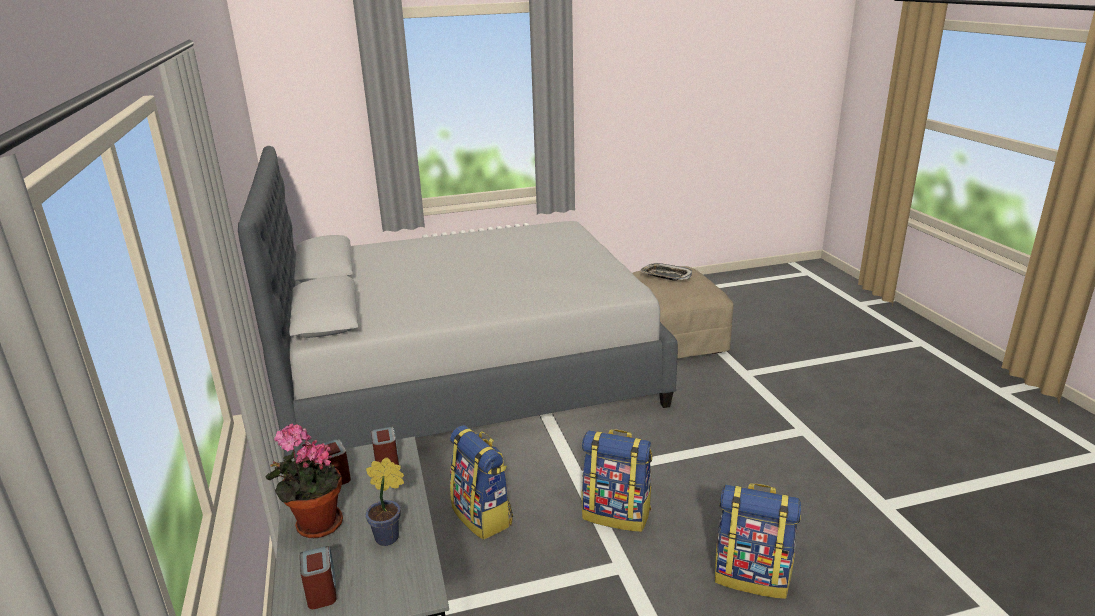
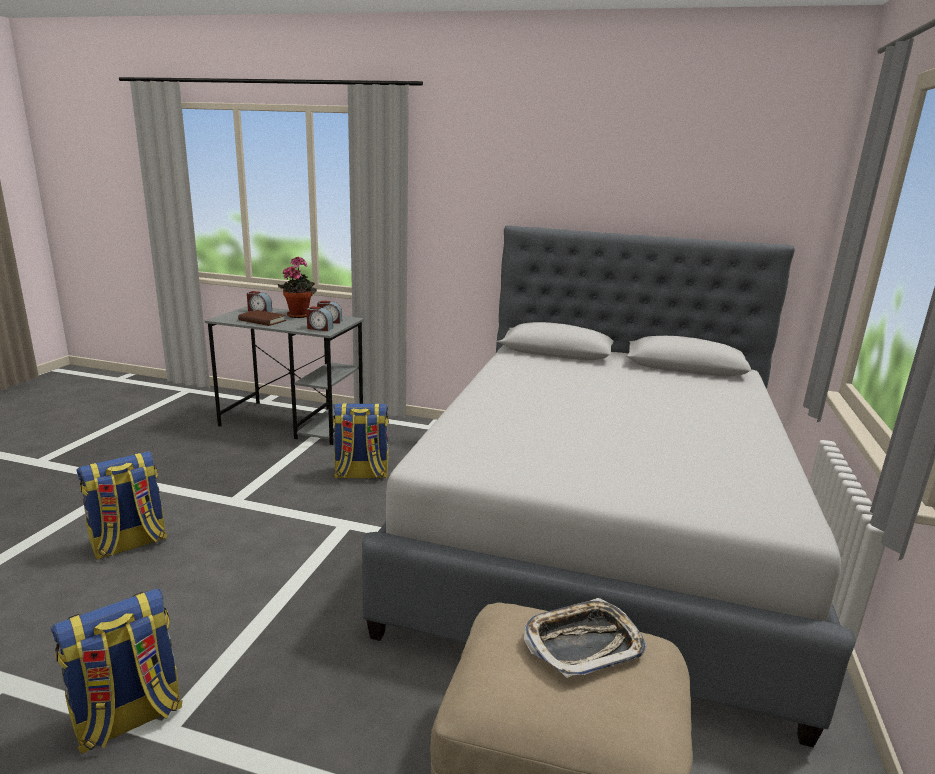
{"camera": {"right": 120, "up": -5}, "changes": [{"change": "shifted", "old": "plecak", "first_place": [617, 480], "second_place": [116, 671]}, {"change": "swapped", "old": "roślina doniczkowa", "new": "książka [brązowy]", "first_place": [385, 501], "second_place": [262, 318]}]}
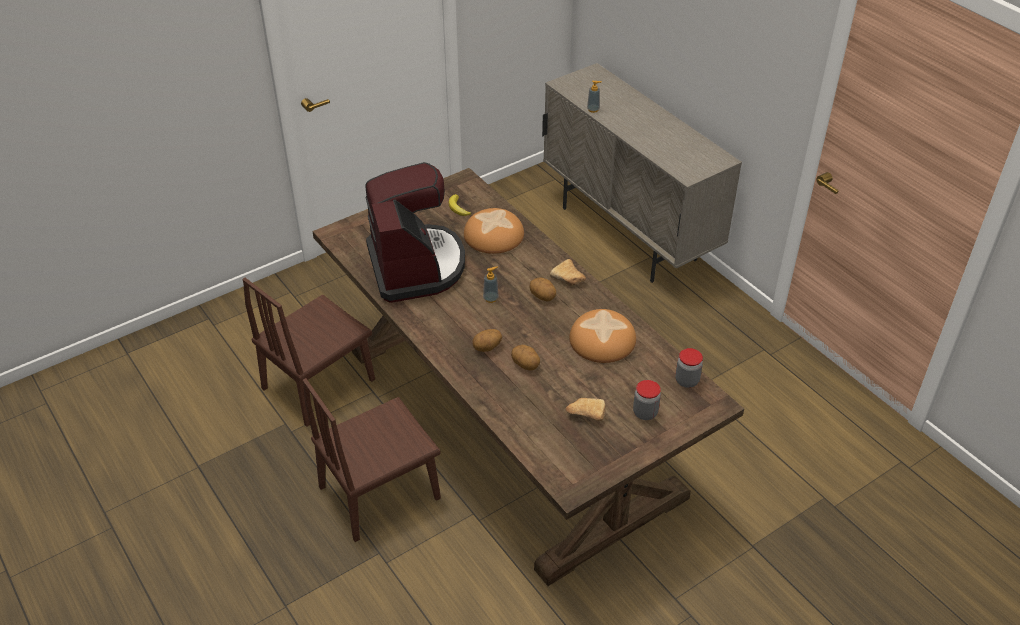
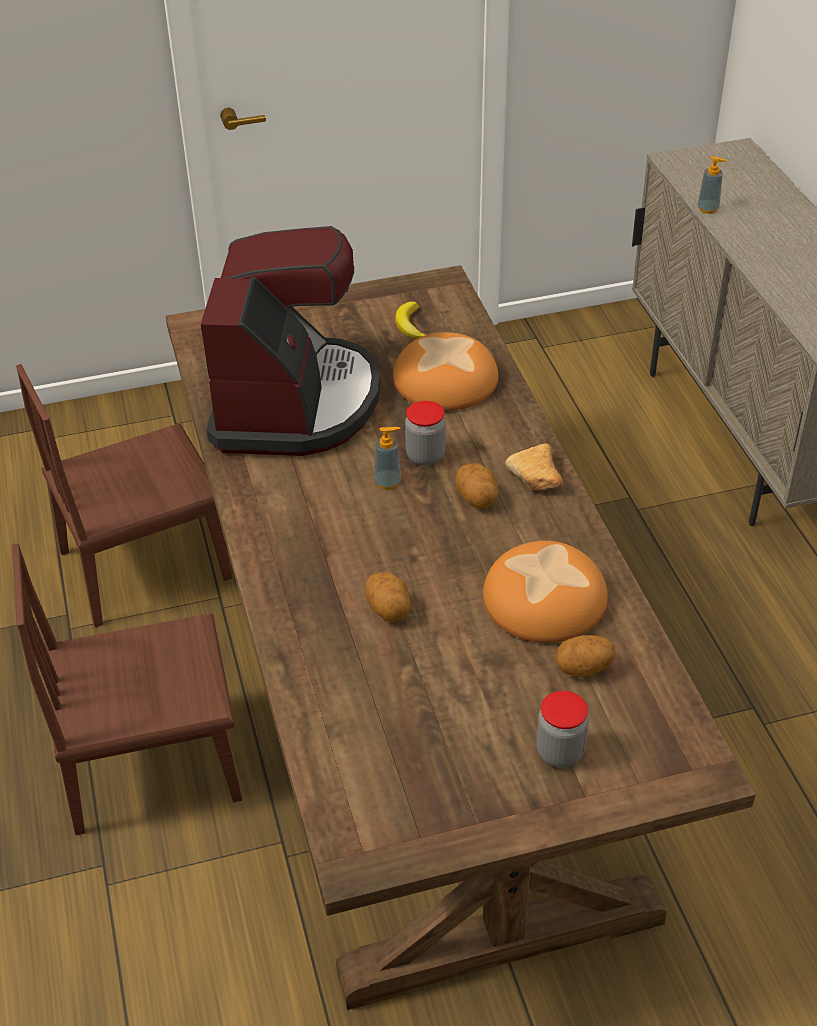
{"camera": {"right": 20, "up": 0}, "changes": [{"change": "shifted", "old": "ziemniak", "first_place": [487, 340], "second_place": [585, 656]}, {"change": "shifted", "old": "słoik", "first_place": [689, 368], "second_place": [425, 433]}, {"change": "gone", "old": "chleb", "first_place": [586, 409]}]}
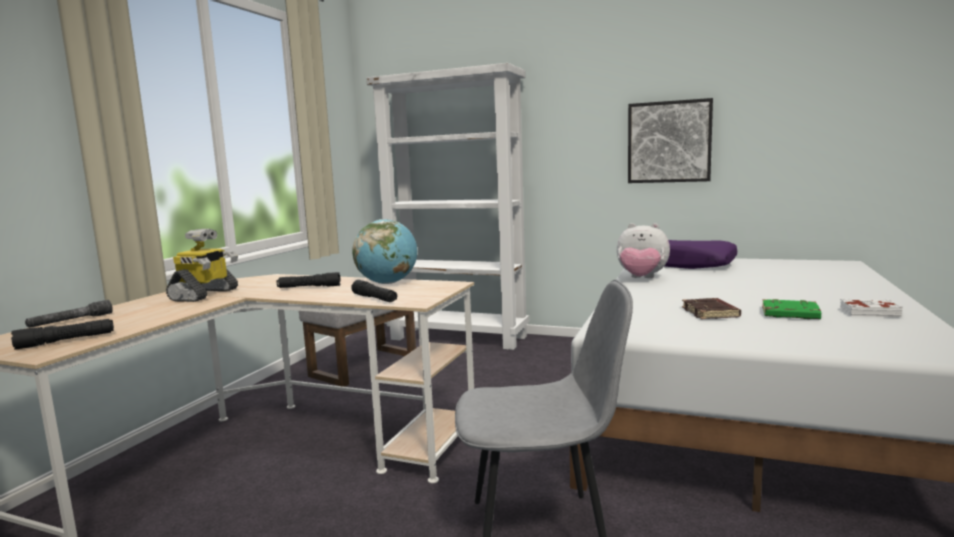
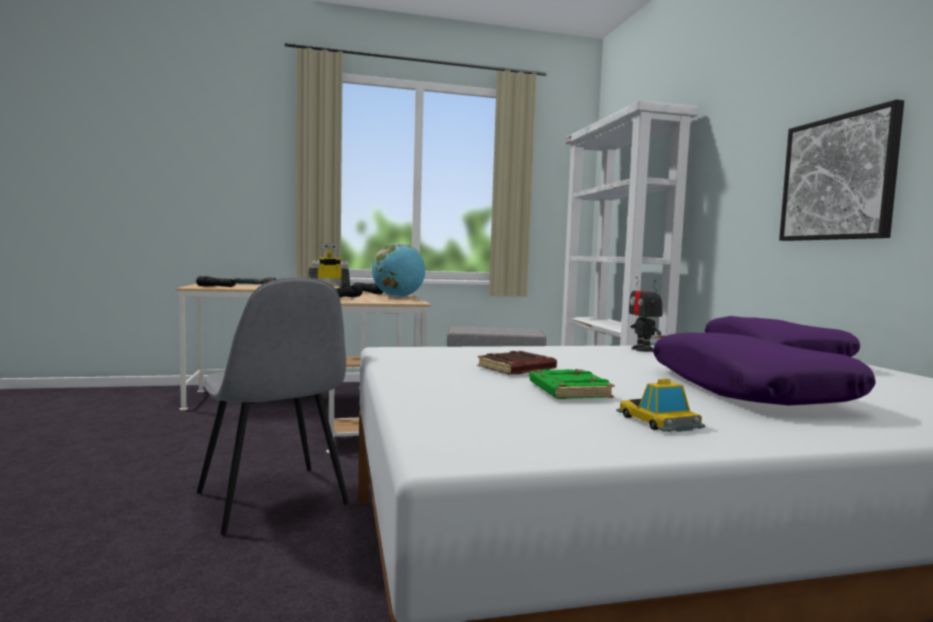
{"camera": {"right": 55, "up": -5}, "changes": [{"change": "swapped", "old": "pluszak", "new": "robot zabawkowy", "first_place": [643, 250], "second_place": [645, 314]}, {"change": "swapped", "old": "książka [biały]", "new": "samochodzik", "first_place": [871, 308], "second_place": [660, 405]}, {"change": "new", "new": "poduszka [fioletowy]", "second_place": [764, 369]}]}
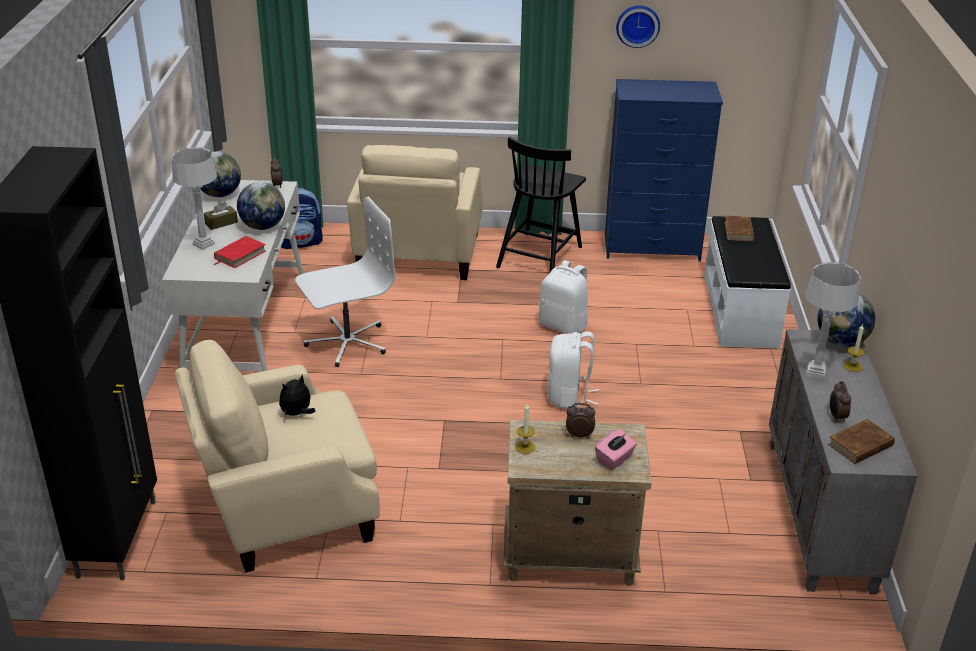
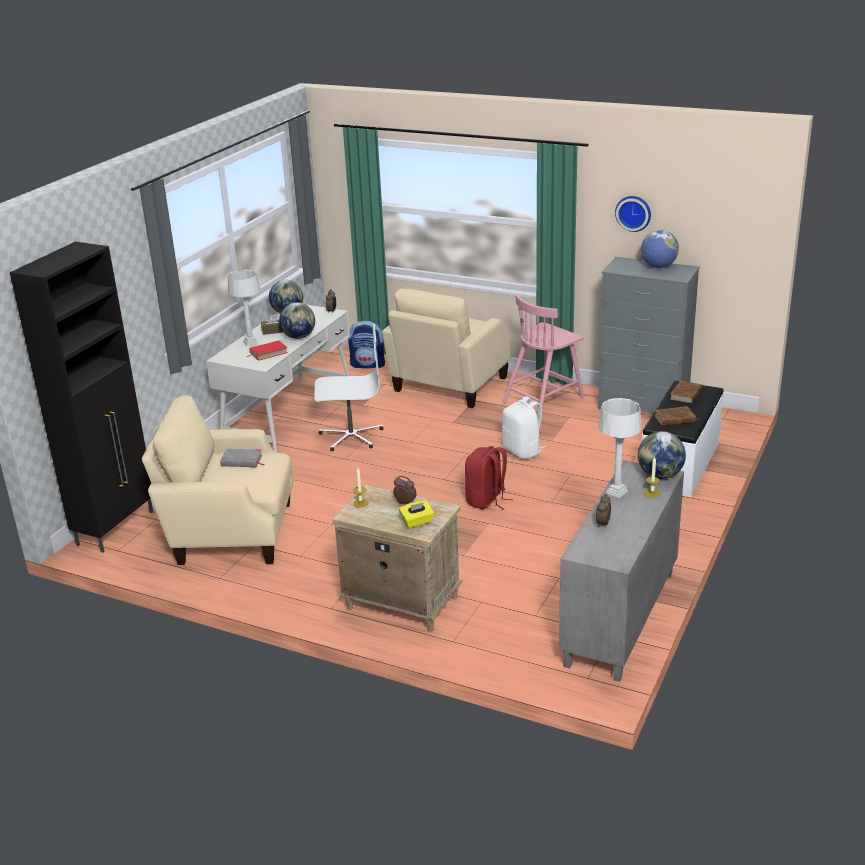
{"camera": {"right": 25, "up": -5}, "changes": [{"change": "repainted", "old": "komoda [niebieski]", "new": "komoda [szary]", "first_place": [664, 170], "second_place": [649, 335]}, {"change": "repainted", "old": "krzesło [czarny]", "new": "krzesło [różowy]", "first_place": [541, 205], "second_place": [543, 351]}, {"change": "repainted", "old": "plecak [biały]", "new": "plecak [czerwony]", "first_place": [573, 370], "second_place": [489, 478]}, {"change": "swapped", "old": "pluszak", "new": "książka [szary]", "first_place": [297, 395], "second_place": [242, 458]}, {"change": "shifted", "old": "książka [brązowy]", "first_place": [861, 441], "second_place": [676, 416]}, {"change": "repainted", "old": "pudełko chusteczek [różowy]", "new": "pudełko chusteczek [żółty]", "first_place": [616, 449], "second_place": [416, 514]}, {"change": "new", "new": "globus", "second_place": [660, 249]}]}
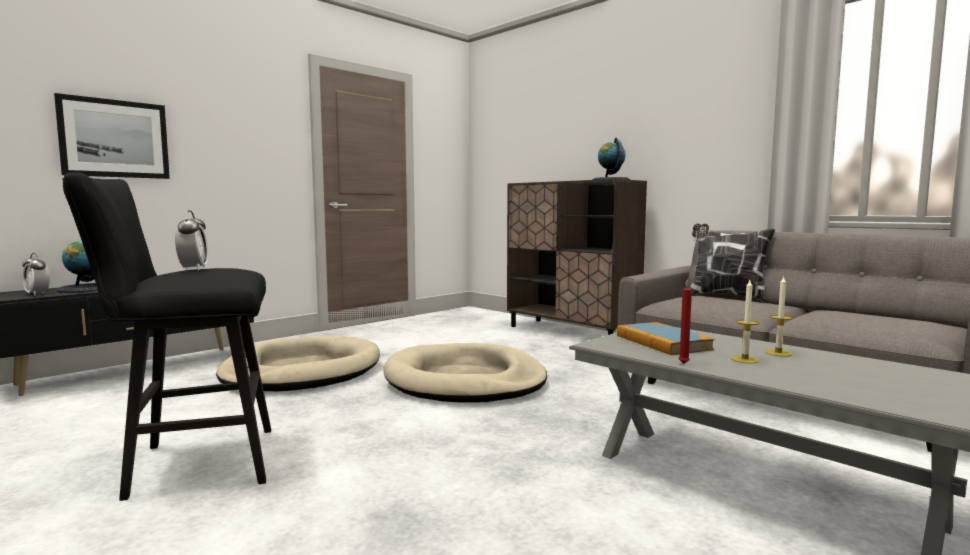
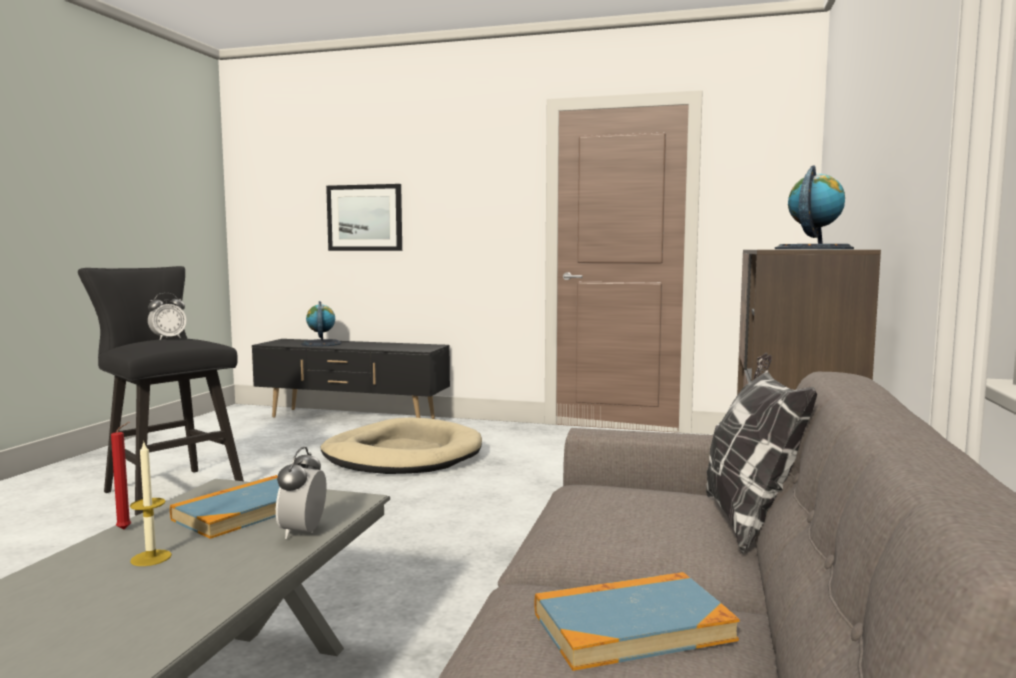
{"camera": {"right": 60, "up": 0}, "changes": [{"change": "shifted", "old": "budzik", "first_place": [36, 274], "second_place": [301, 493]}, {"change": "gone", "old": "świeca", "first_place": [778, 316]}, {"change": "gone", "old": "legowisko [beżowy]", "first_place": [465, 373]}, {"change": "new", "new": "książka", "second_place": [637, 621]}]}
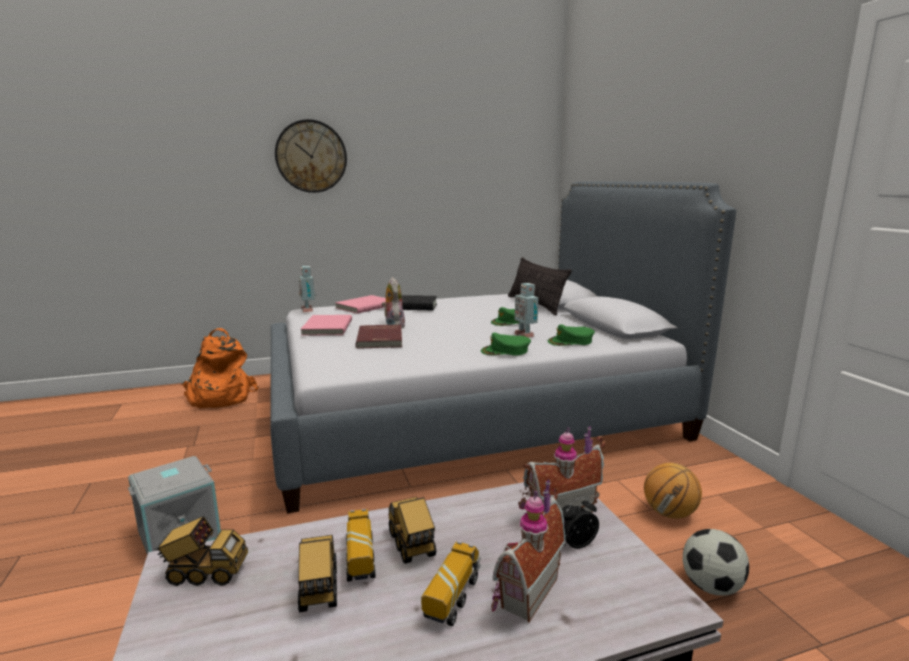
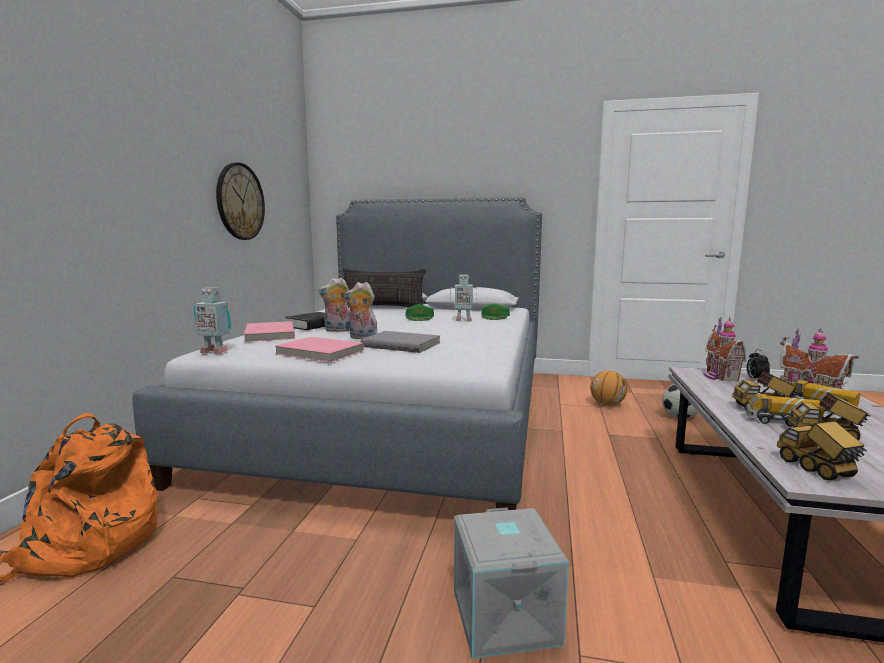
{"camera": {"right": -60, "up": -5}, "changes": [{"change": "shifted", "old": "zegar ścienny", "first_place": [311, 156], "second_place": [240, 201]}, {"change": "repainted", "old": "książka [czerwony]", "new": "książka [szary]", "first_place": [379, 336], "second_place": [400, 342]}, {"change": "gone", "old": "czapka z daszkiem [zielony]", "first_place": [506, 344]}, {"change": "rotated", "old": "ciężarówka zabawkowa", "first_place": [201, 551], "second_place": [822, 450], "degrees": -45}, {"change": "new", "new": "pluszak", "second_place": [334, 305]}]}
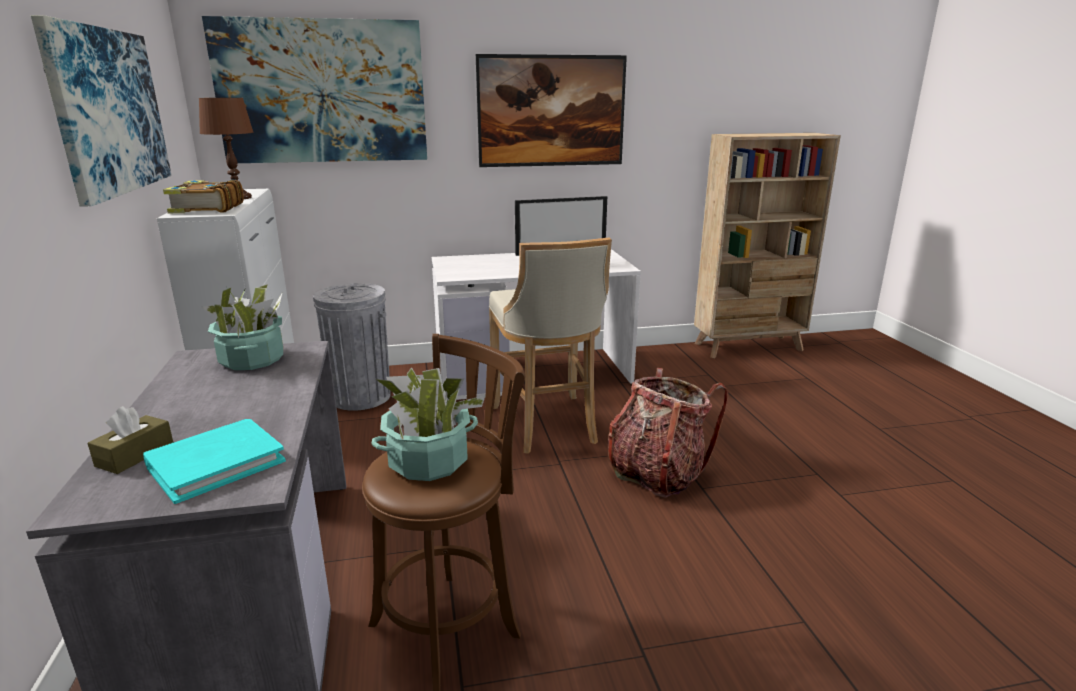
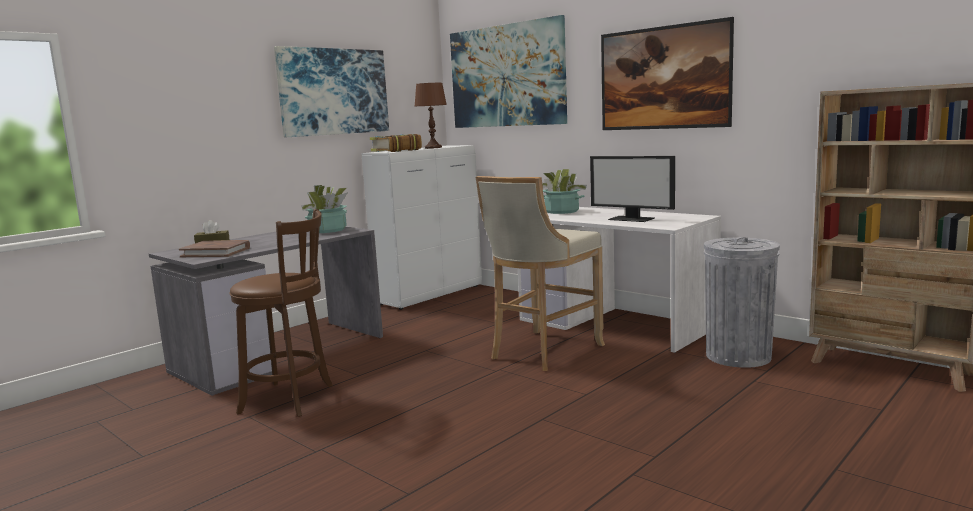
{"camera": {"right": 55, "up": -10}, "changes": [{"change": "shifted", "old": "kosz na śmieci [szary]", "first_place": [352, 347], "second_place": [742, 302]}, {"change": "shifted", "old": "roślina doniczkowa", "first_place": [428, 424], "second_place": [564, 191]}, {"change": "gone", "old": "plecak", "first_place": [668, 433]}, {"change": "repainted", "old": "książka [turkusowy]", "new": "książka [brązowy]", "first_place": [214, 461], "second_place": [214, 248]}]}
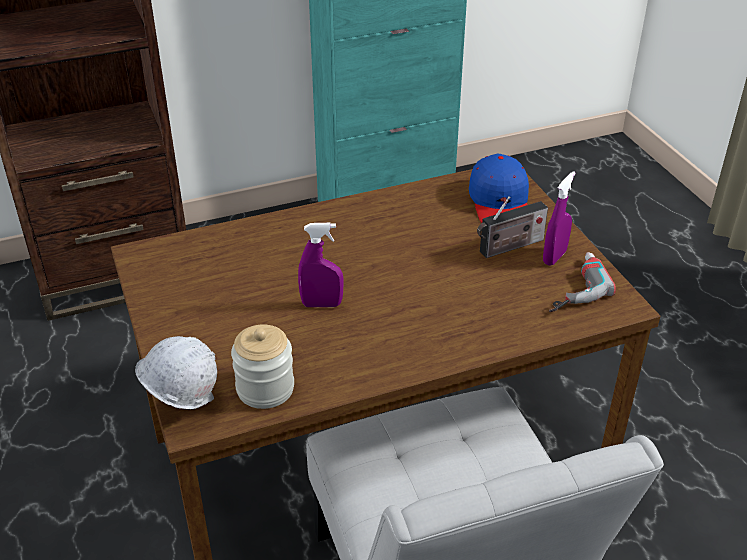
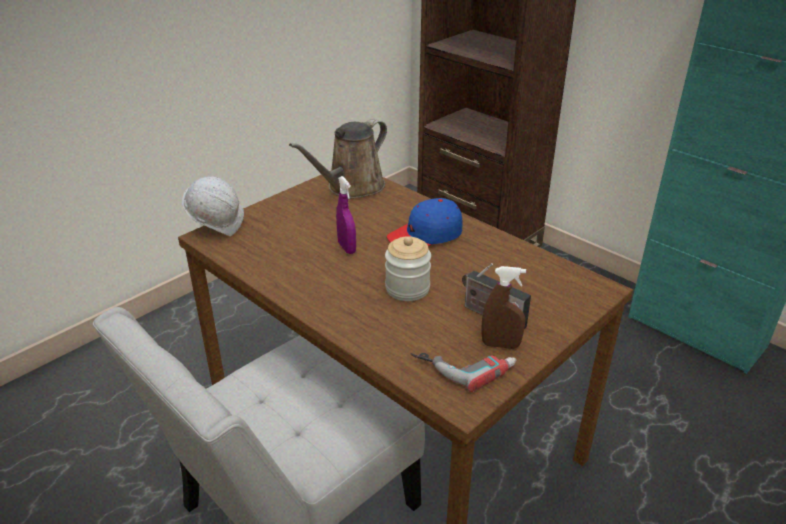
{"camera": {"right": 65, "up": -5}, "changes": [{"change": "shifted", "old": "czapka z daszkiem [niebieski]", "first_place": [499, 188], "second_place": [424, 222]}, {"change": "repainted", "old": "spryskiwacz [fioletowy]", "new": "spryskiwacz [brązowy]", "first_place": [559, 218], "second_place": [503, 307]}, {"change": "shifted", "old": "słoik", "first_place": [262, 366], "second_place": [408, 268]}, {"change": "new", "new": "konewka [brązowy]", "second_place": [338, 159]}]}
